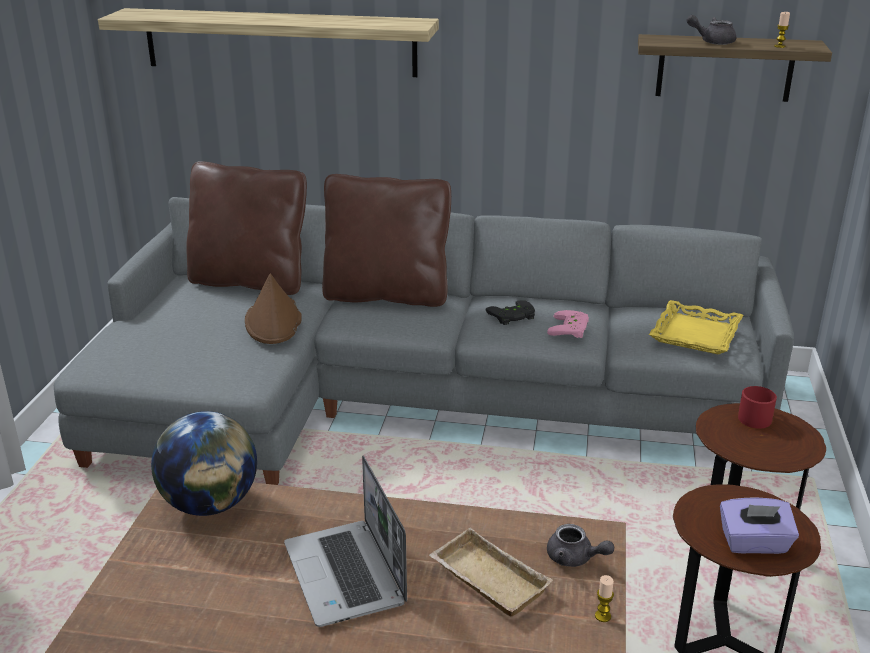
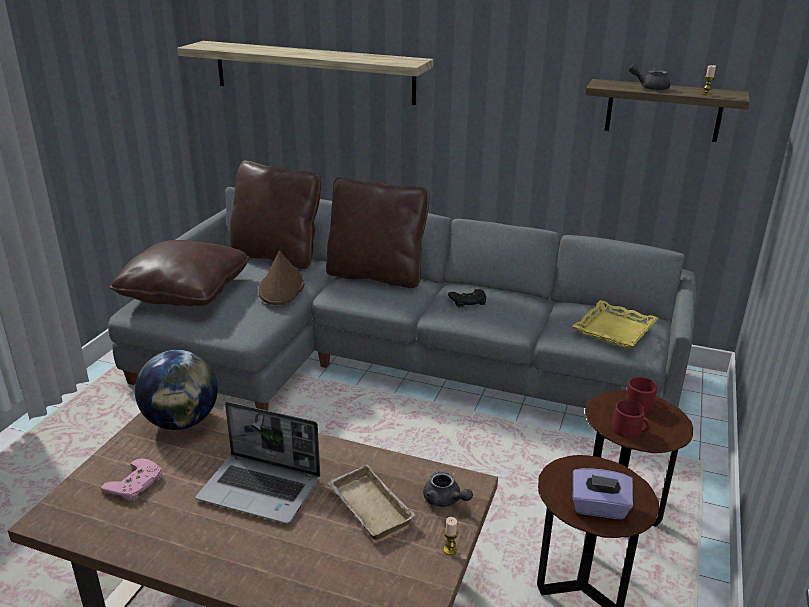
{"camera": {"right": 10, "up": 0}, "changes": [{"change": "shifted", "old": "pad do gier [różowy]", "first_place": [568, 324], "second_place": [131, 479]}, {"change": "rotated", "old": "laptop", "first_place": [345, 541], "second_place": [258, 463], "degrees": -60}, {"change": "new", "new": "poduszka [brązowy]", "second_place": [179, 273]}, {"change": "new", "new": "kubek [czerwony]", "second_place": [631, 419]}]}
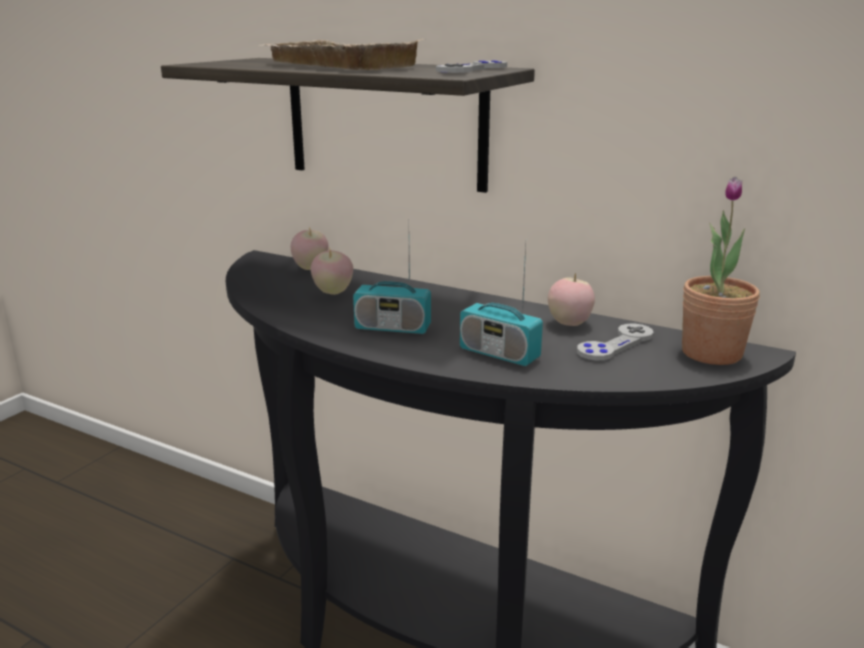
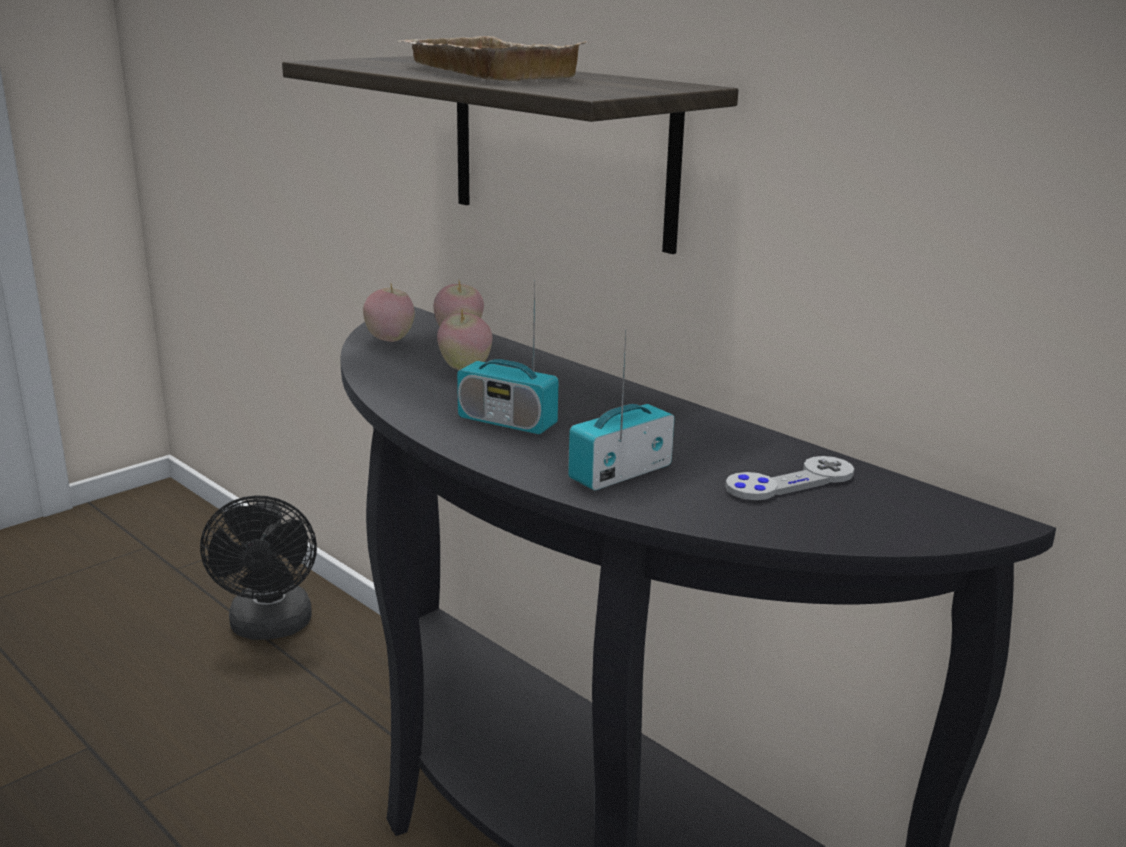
{"camera": {"right": 15, "up": 0}, "changes": [{"change": "gone", "old": "pad do gier [szary]", "first_place": [471, 67]}, {"change": "gone", "old": "roślina doniczkowa", "first_place": [721, 271]}, {"change": "rotated", "old": "radio", "first_place": [501, 306], "second_place": [621, 409], "degrees": 90}, {"change": "shifted", "old": "jabłko", "first_place": [571, 299], "second_place": [389, 313]}, {"change": "new", "new": "wentylator [czarny]", "second_place": [258, 567]}]}
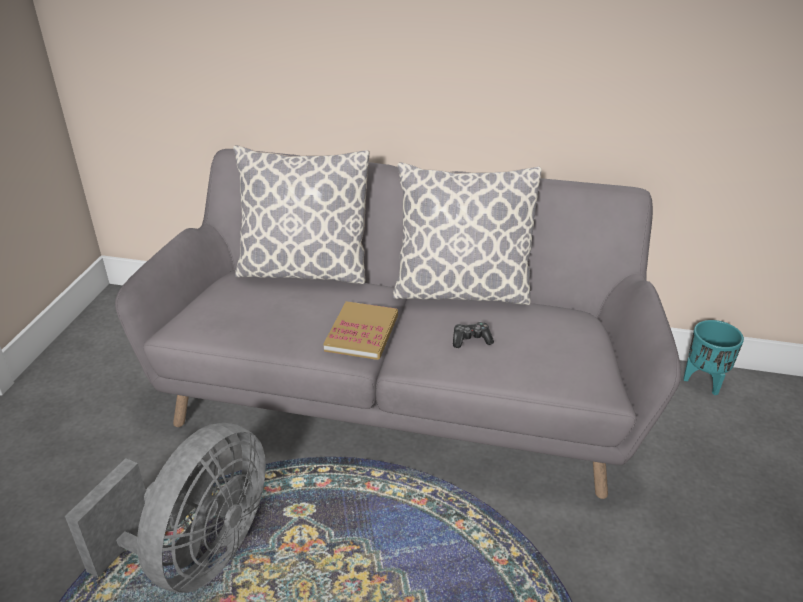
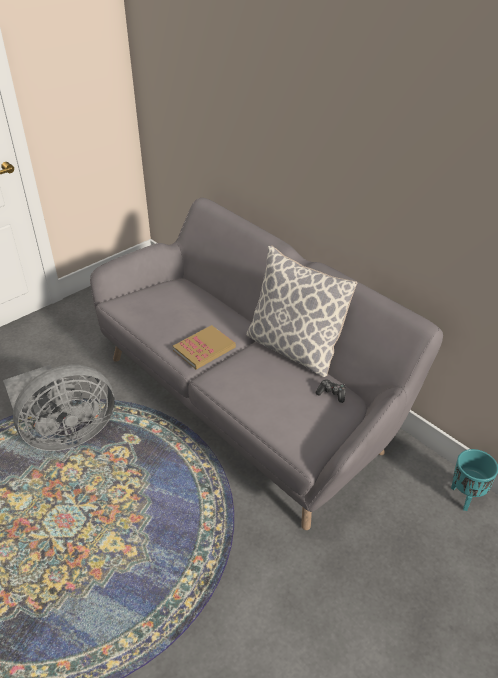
{"camera": {"right": 35, "up": 5}, "changes": [{"change": "gone", "old": "poduszka", "first_place": [301, 214]}, {"change": "shifted", "old": "pad do gier", "first_place": [473, 335], "second_place": [331, 391]}]}
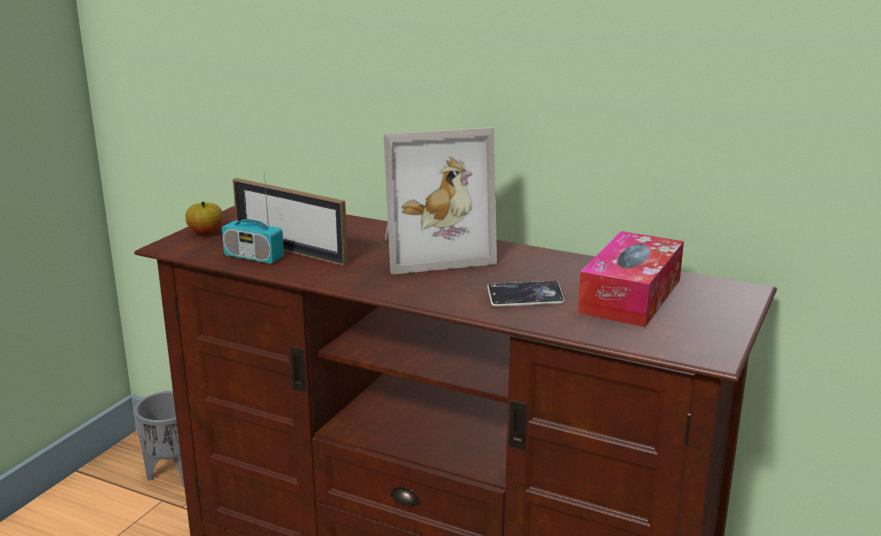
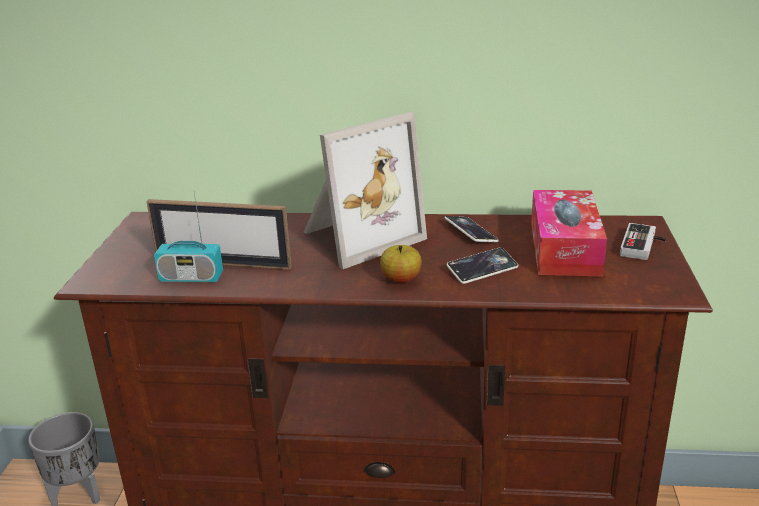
{"camera": {"right": -20, "up": 5}, "changes": [{"change": "shifted", "old": "jabłko", "first_place": [204, 218], "second_place": [401, 264]}, {"change": "new", "new": "telefon", "second_place": [472, 229]}, {"change": "new", "new": "pad do gier", "second_place": [643, 241]}]}
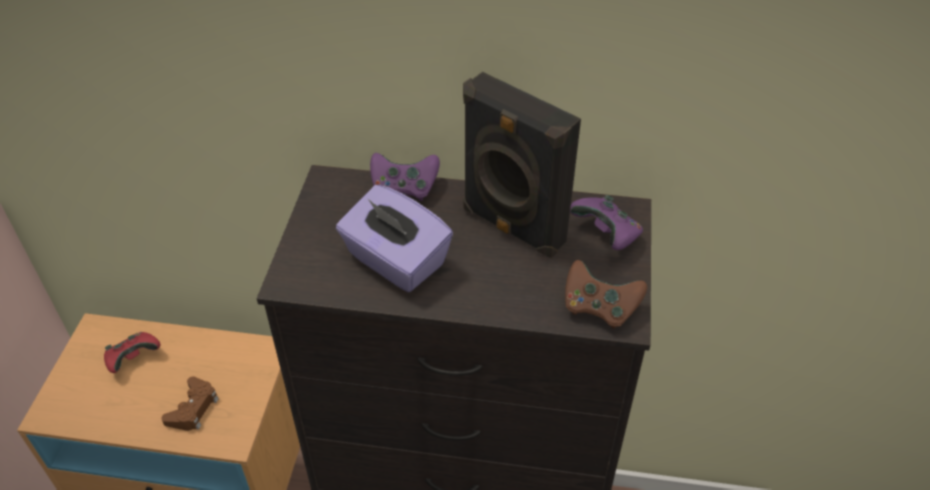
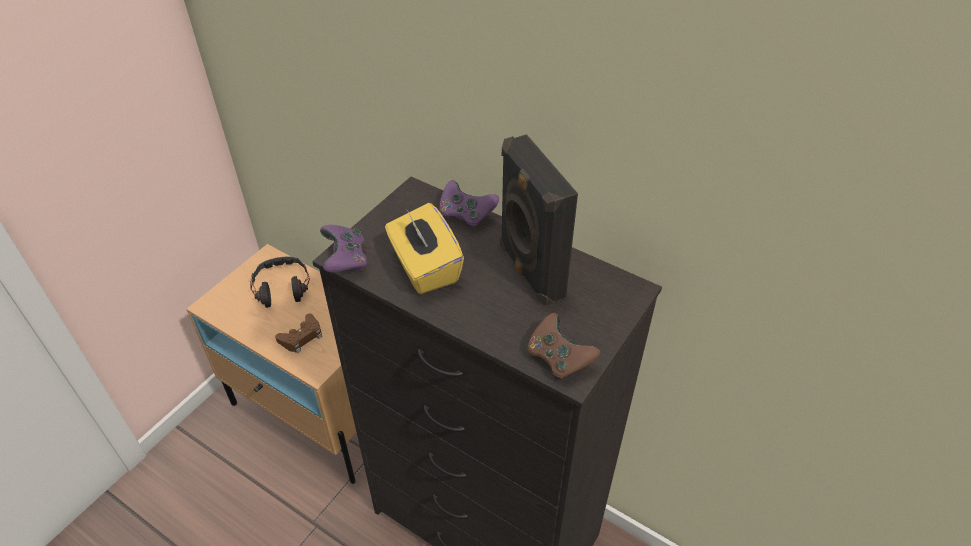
{"camera": {"right": 25, "up": 0}, "changes": [{"change": "repainted", "old": "pudełko chusteczek [fioletowy]", "new": "pudełko chusteczek [żółty]", "first_place": [394, 238], "second_place": [424, 248]}, {"change": "shifted", "old": "pad do gier [fioletowy]", "first_place": [606, 222], "second_place": [343, 249]}, {"change": "swapped", "old": "pad do gier [czerwony]", "new": "słuchawki", "first_place": [132, 352], "second_place": [280, 282]}]}
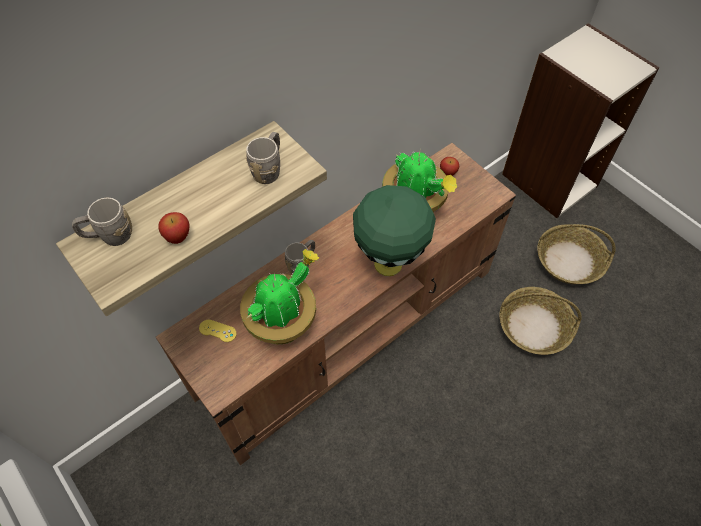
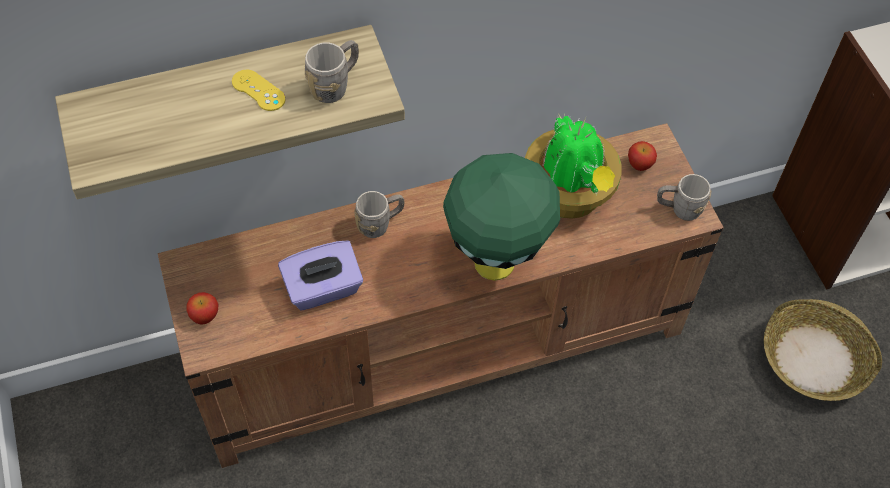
{"camera": {"right": 20, "up": 0}, "changes": [{"change": "shifted", "old": "kubek [szary]", "first_place": [102, 221], "second_place": [684, 197]}, {"change": "shifted", "old": "jabłko", "first_place": [174, 228], "second_place": [202, 308]}, {"change": "swapped", "old": "roślina doniczkowa", "new": "pudełko chusteczek [fioletowy]", "first_place": [279, 297], "second_place": [320, 275]}, {"change": "gone", "old": "koszyk", "first_place": [541, 321]}, {"change": "shifted", "old": "pad do gier [żółty]", "first_place": [218, 331], "second_place": [259, 90]}]}
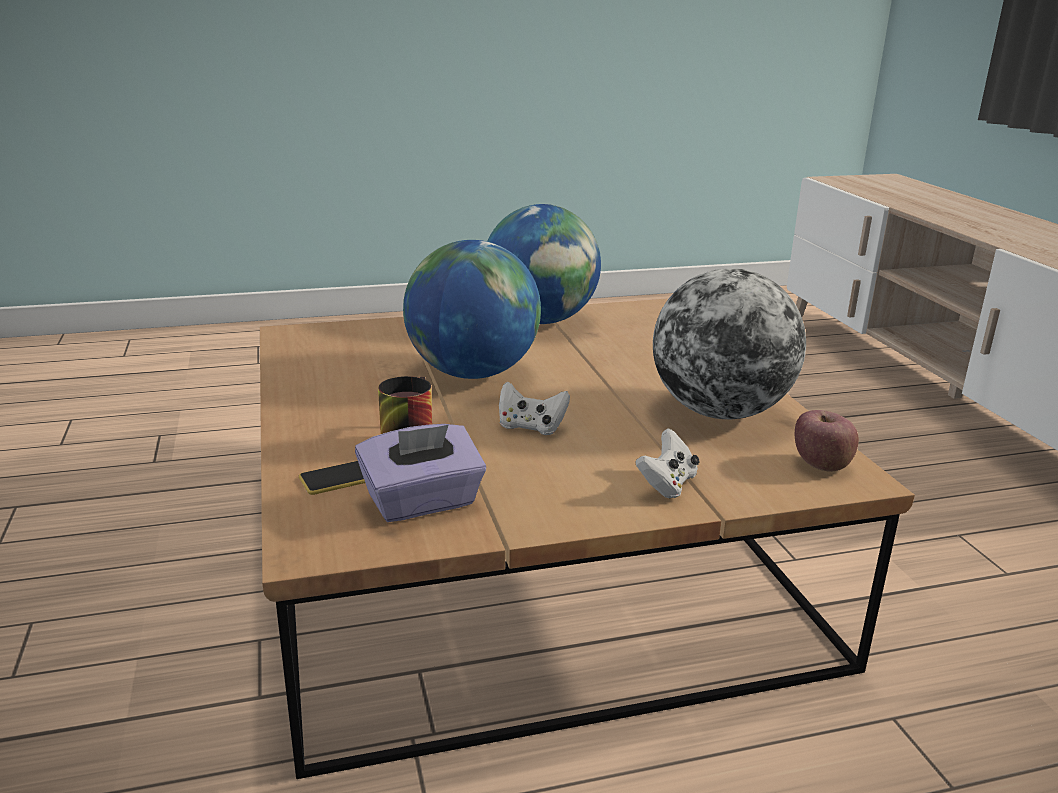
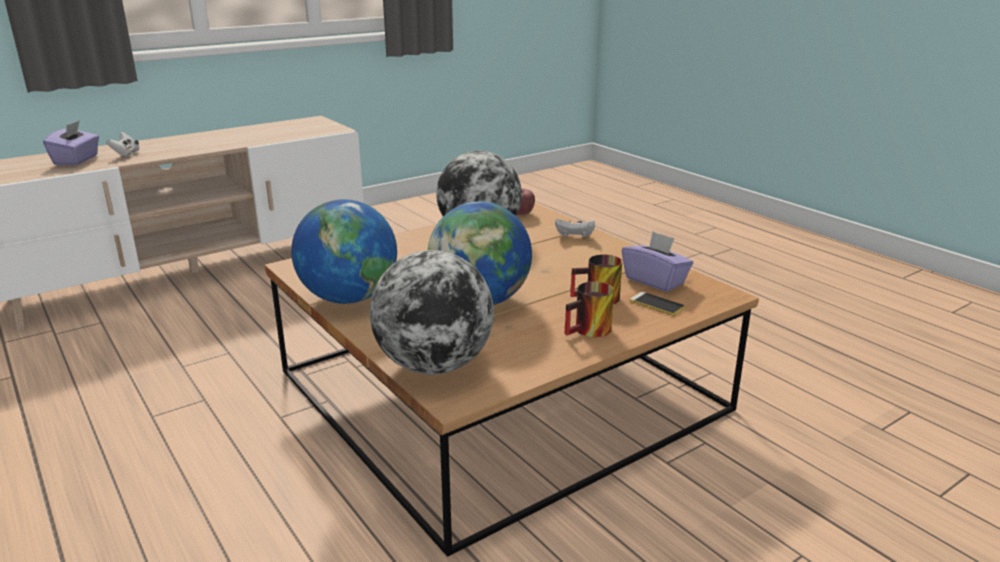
{"camera": {"right": -110, "up": 0}, "changes": [{"change": "shifted", "old": "pad do gier [biały]", "first_place": [534, 408], "second_place": [122, 144]}, {"change": "new", "new": "pudełko chusteczek [fioletowy]", "second_place": [71, 142]}, {"change": "new", "new": "globus", "second_place": [432, 312]}, {"change": "new", "new": "kubek", "second_place": [589, 309]}]}
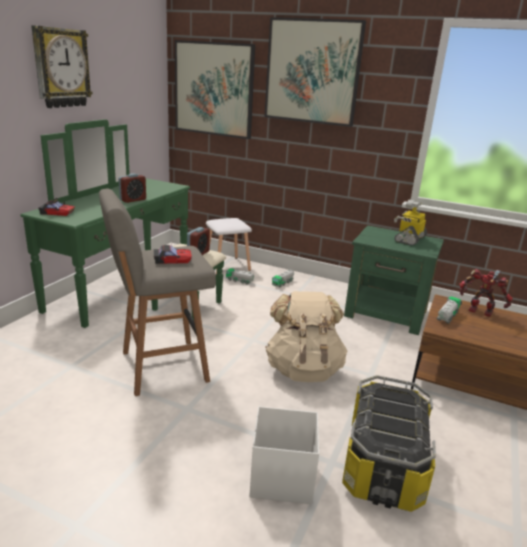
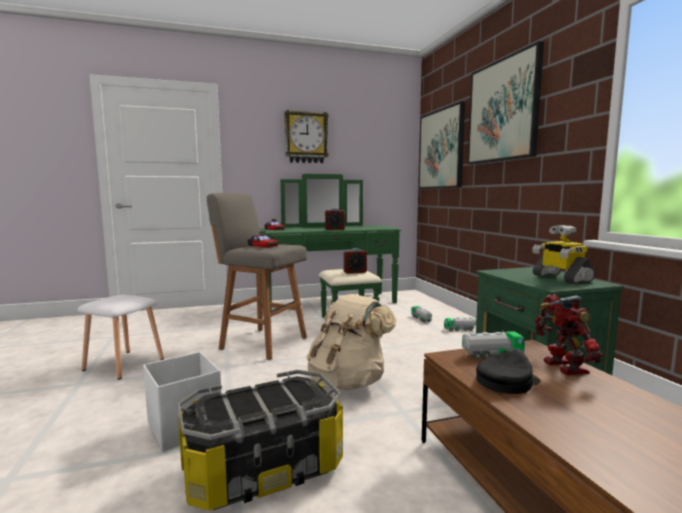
{"camera": {"right": 50, "up": -15}, "changes": [{"change": "rotated", "old": "robot zabawkowy", "first_place": [410, 223], "second_place": [563, 254], "degrees": -105}, {"change": "shifted", "old": "stołek [biały]", "first_place": [229, 246], "second_place": [120, 337]}, {"change": "new", "new": "czapka z daszkiem [czarny]", "second_place": [508, 372]}]}
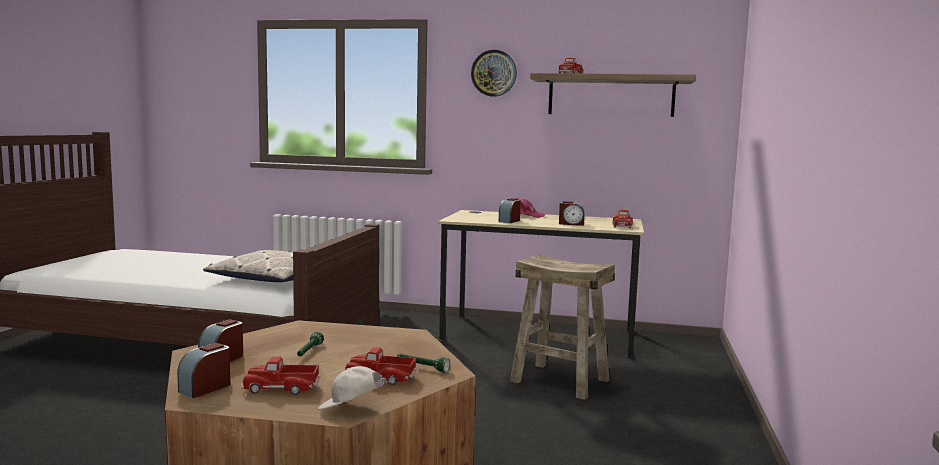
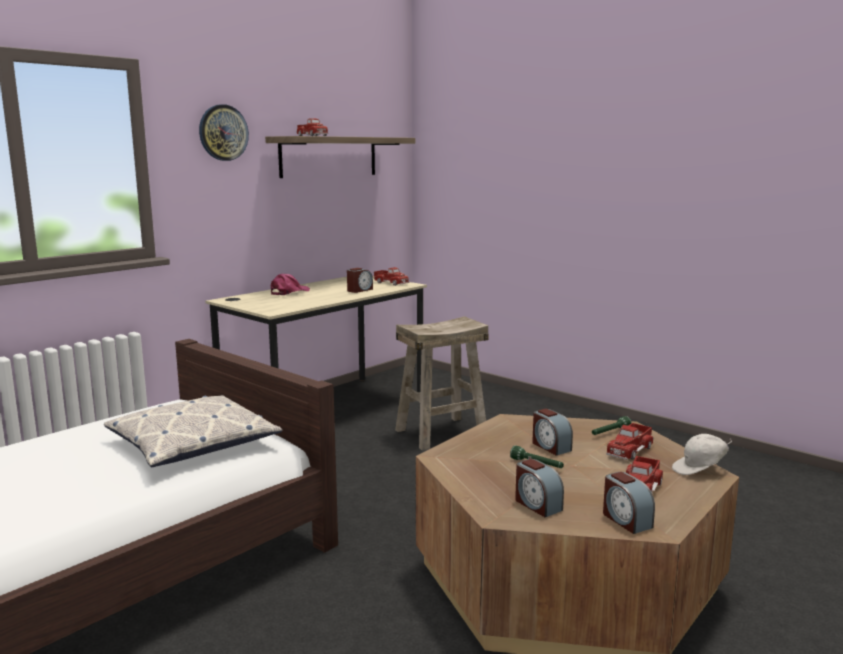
{"camera": {"right": -60, "up": 5}, "changes": [{"change": "shifted", "old": "budzik", "first_place": [510, 210], "second_place": [552, 432]}, {"change": "rotated", "old": "czapka z daszkiem [biały]", "first_place": [356, 388], "second_place": [702, 454], "degrees": 45}]}
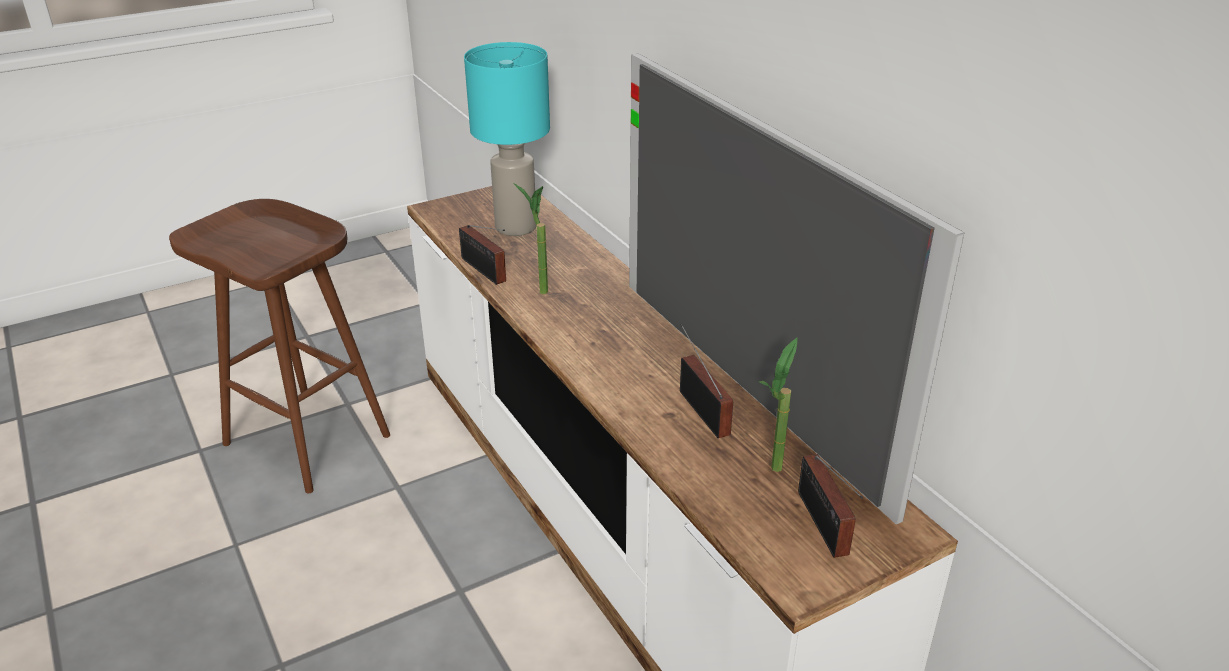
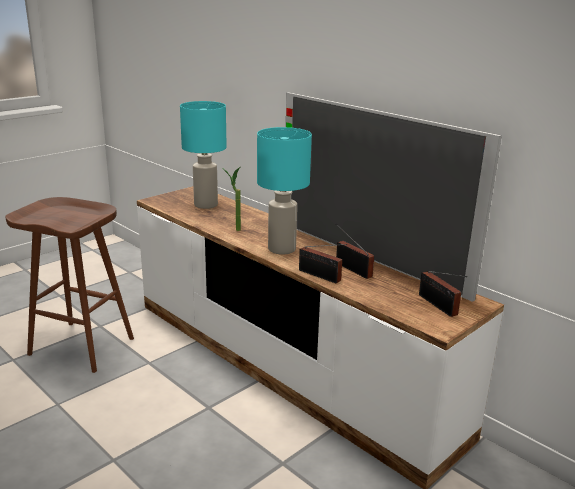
{"camera": {"right": -15, "up": -10}, "changes": [{"change": "shifted", "old": "radio", "first_place": [482, 255], "second_place": [323, 263]}, {"change": "gone", "old": "roślina doniczkowa", "first_place": [778, 405]}, {"change": "new", "new": "lampa stołowa [turkusowy]", "second_place": [284, 191]}]}
